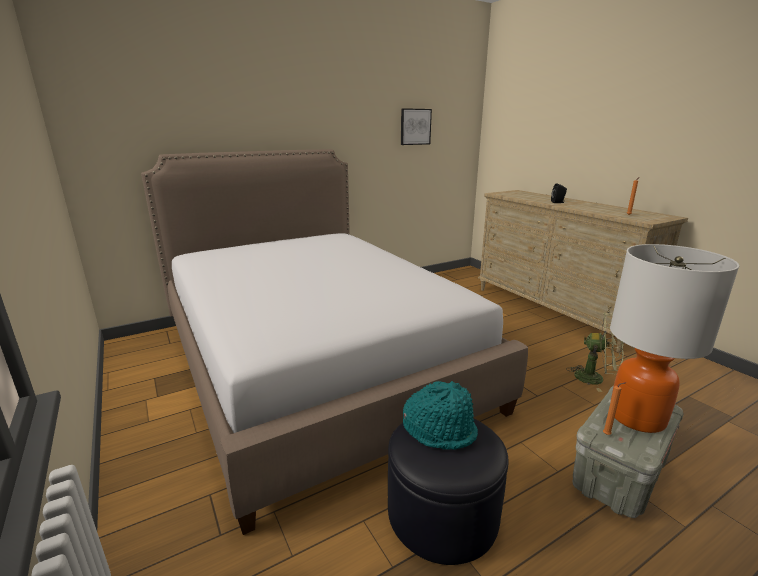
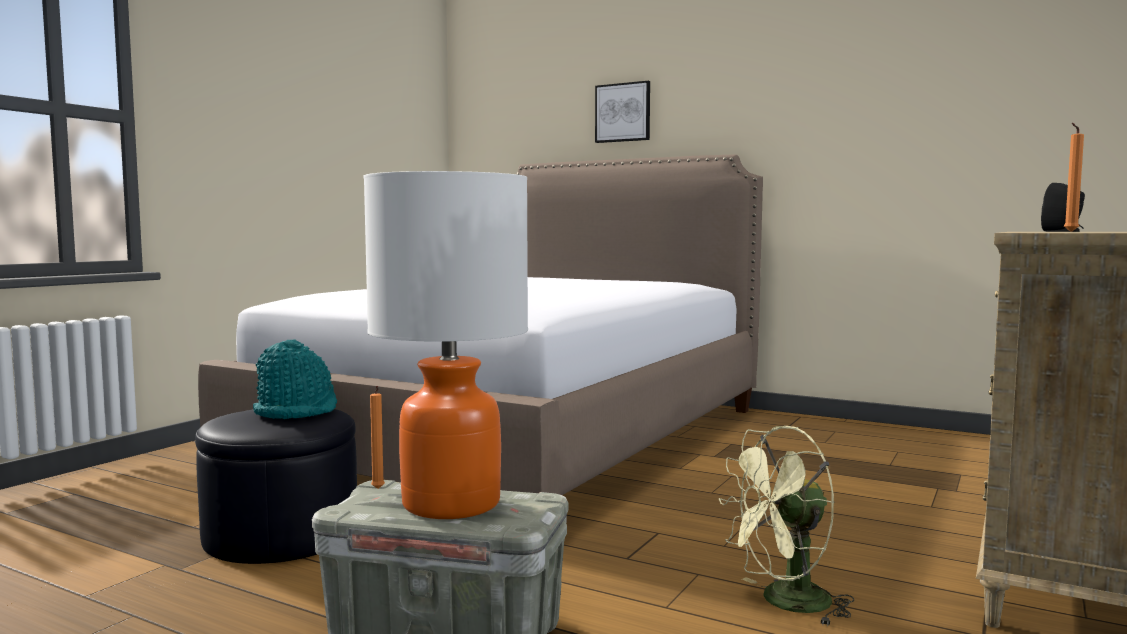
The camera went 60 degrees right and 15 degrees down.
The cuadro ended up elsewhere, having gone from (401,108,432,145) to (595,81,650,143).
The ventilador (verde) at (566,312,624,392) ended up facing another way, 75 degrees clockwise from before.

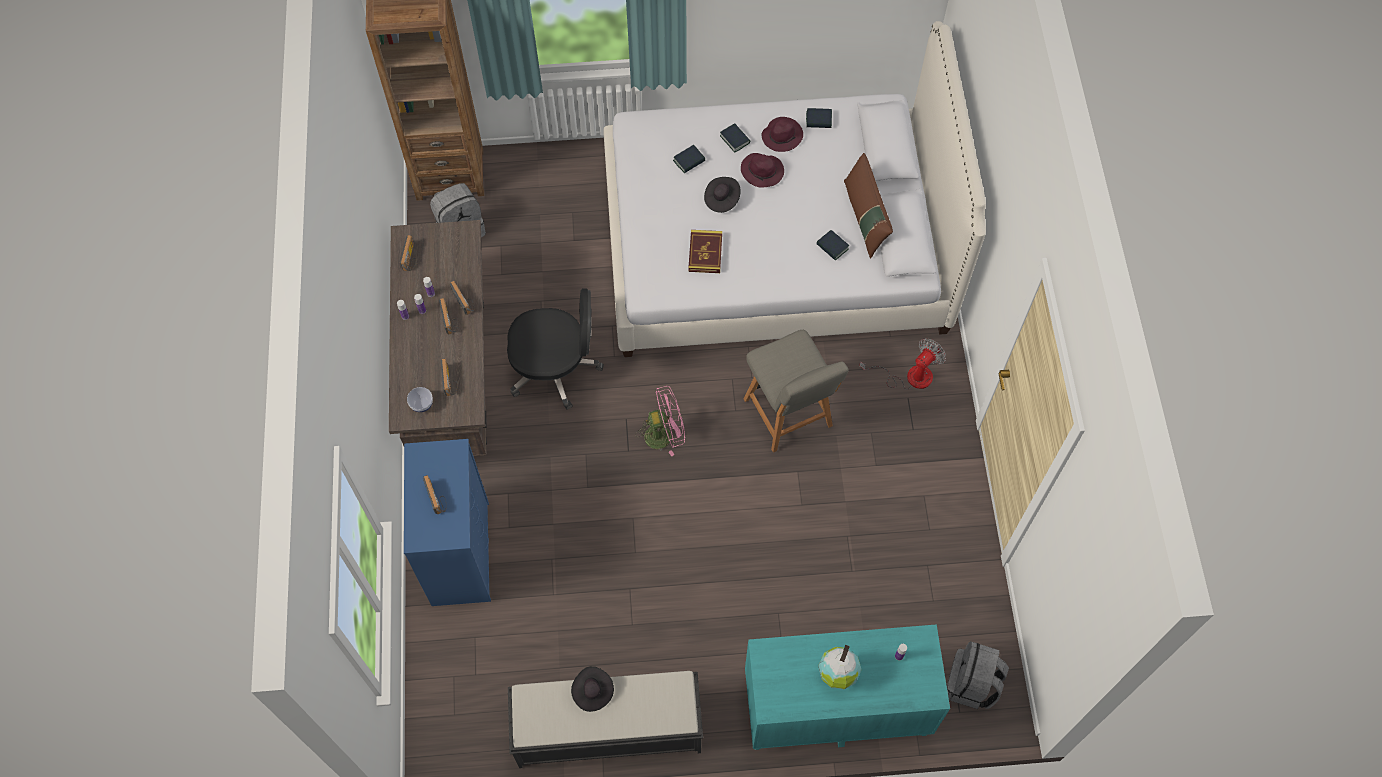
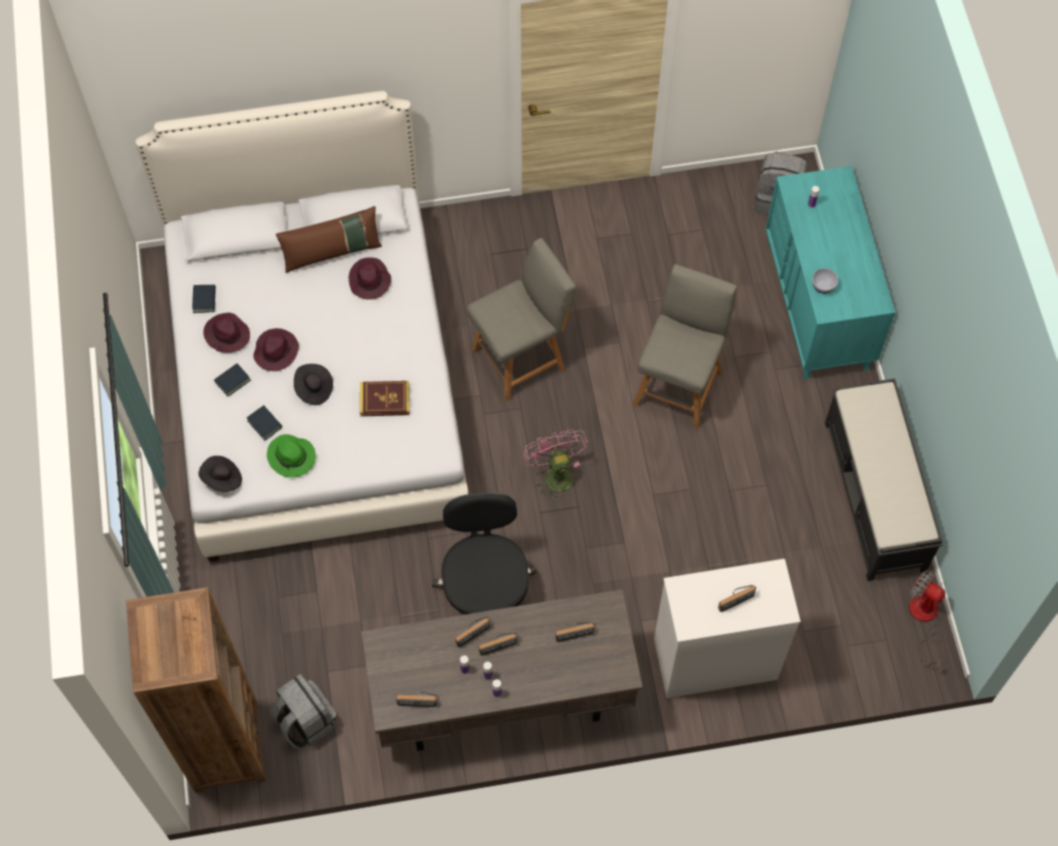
The camera went 95 degrees left and 0 degrees up.
What was the cómoda (azul) at (404,439,491,606) turned into the cómoda (blanco) at (654,559,801,698).
The cuenco ended up elsewhere, having gone from (407,387,433,412) to (812,268,838,294).
The sombrero (negro) ended up elsewhere, having gone from (571,666,614,712) to (199,456,242,492).
Where the libro stood at (816,230,849,261), the sombrero (morado) came to stand at (348,257,391,300).
The second view lost the globo terráqueo at (818,645,861,690).
The ventilador ended up elsewhere, having gone from (859,338,946,390) to (909,569,945,668).
The second view gained the sombrero (verde) at (267,434,316,478).
The second view gained the silla (gris) at (633,264,737,429).

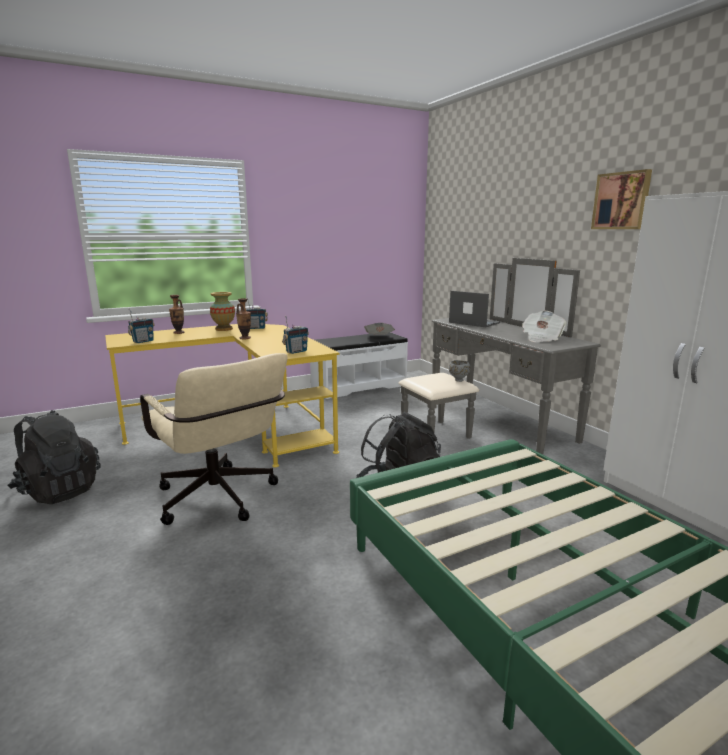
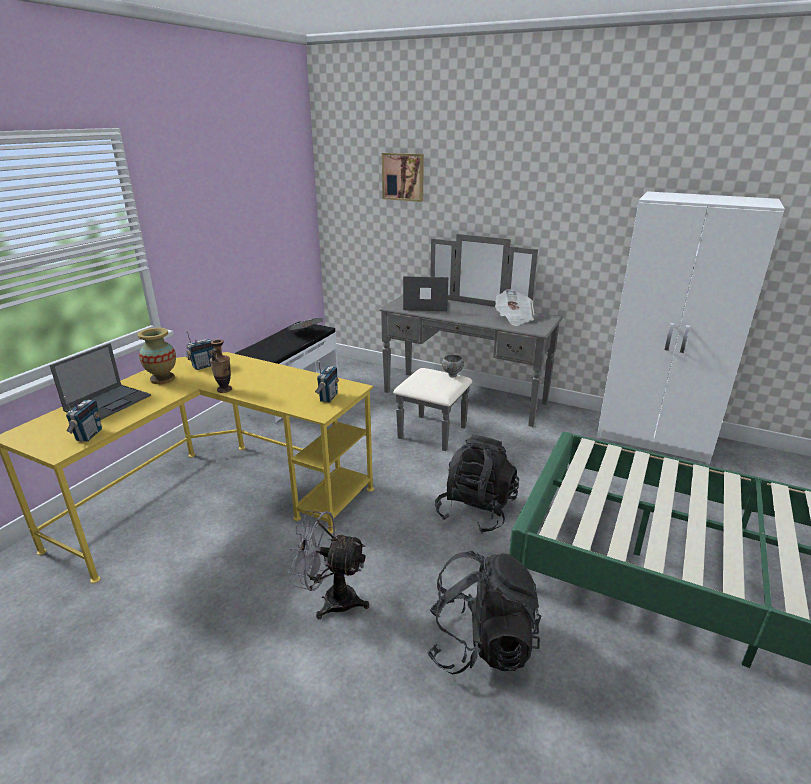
The camera went 35 degrees left and 10 degrees up.
The mochila (negro) ended up elsewhere, having gone from (7,410,101,504) to (427,551,541,674).
Where the silla de oficina (beis) stood at (140,353,287,525), the ventilador (gris) came to stand at (287,511,369,619).
Where the florero stood at (169,295,185,334), the portátil came to stand at (49,343,151,420).
The cuadro ended up elsewhere, having gone from (591,169,652,229) to (382,153,424,202).

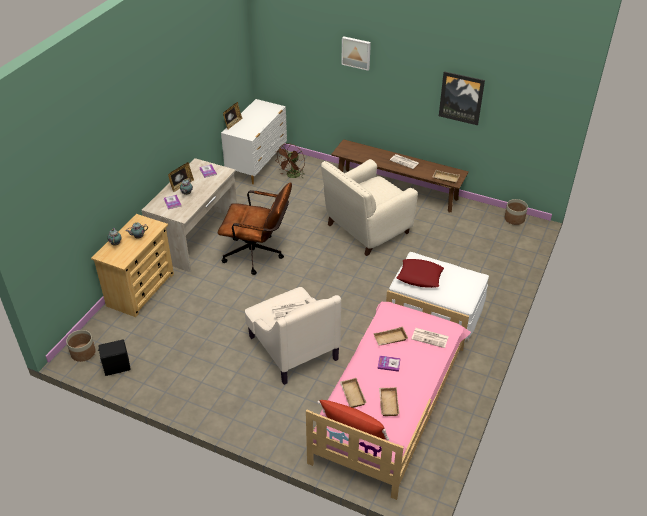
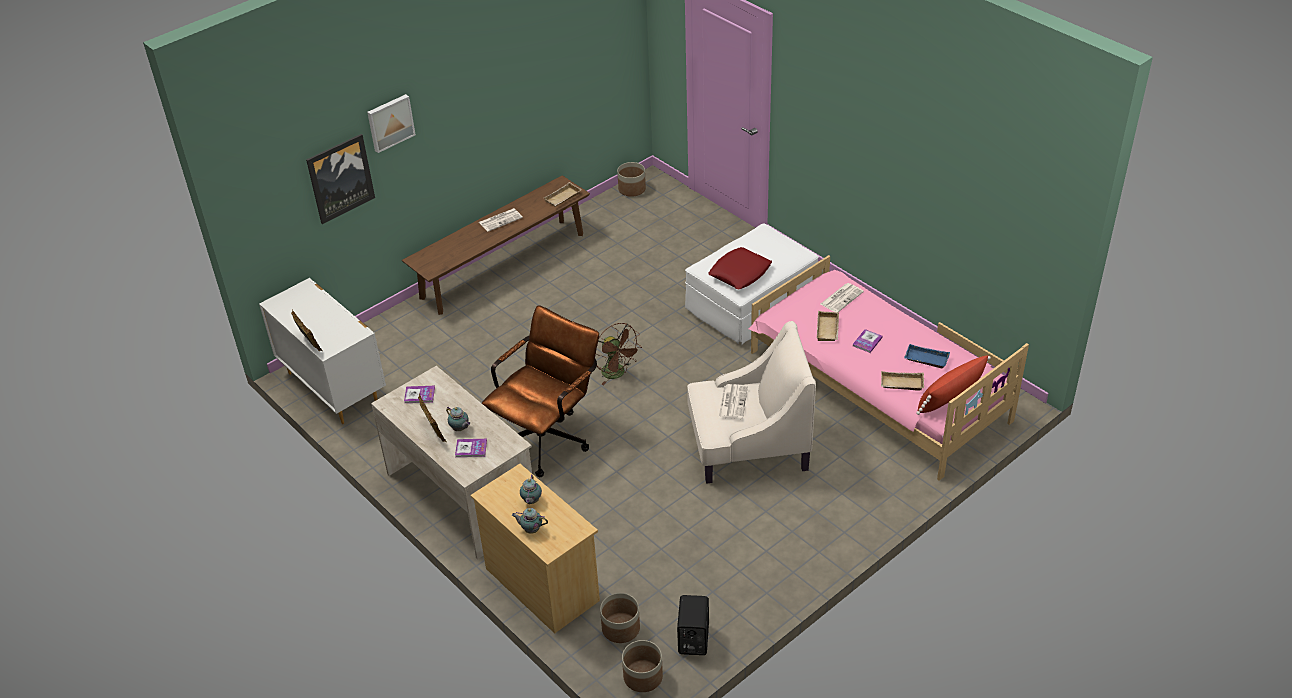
The camera went 65 degrees left and 0 degrees up.
The ventilador (marrón) ended up elsewhere, having gone from (275,143,305,179) to (597,323,642,385).
The second view lost the sillón (beis) at (321,159,418,256).
What was the bandeja (beis) at (379,387,400,416) turned into the bandeja (azul) at (904,344,950,368).
The cuadro ended up elsewhere, having gone from (439,71,485,125) to (306,134,375,224).
The second view gained the maceta at (600,593,640,643).

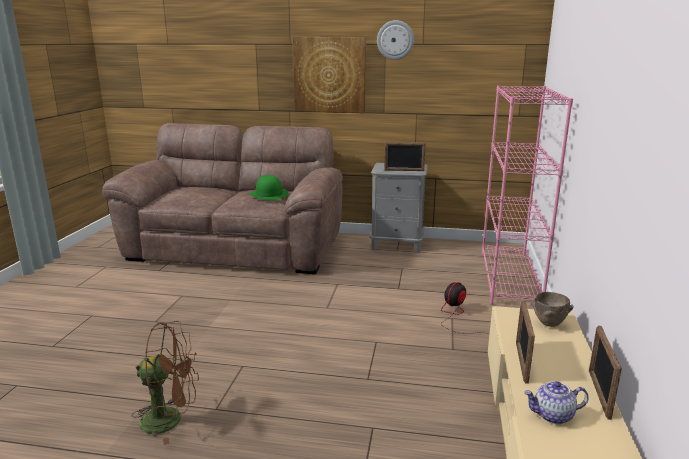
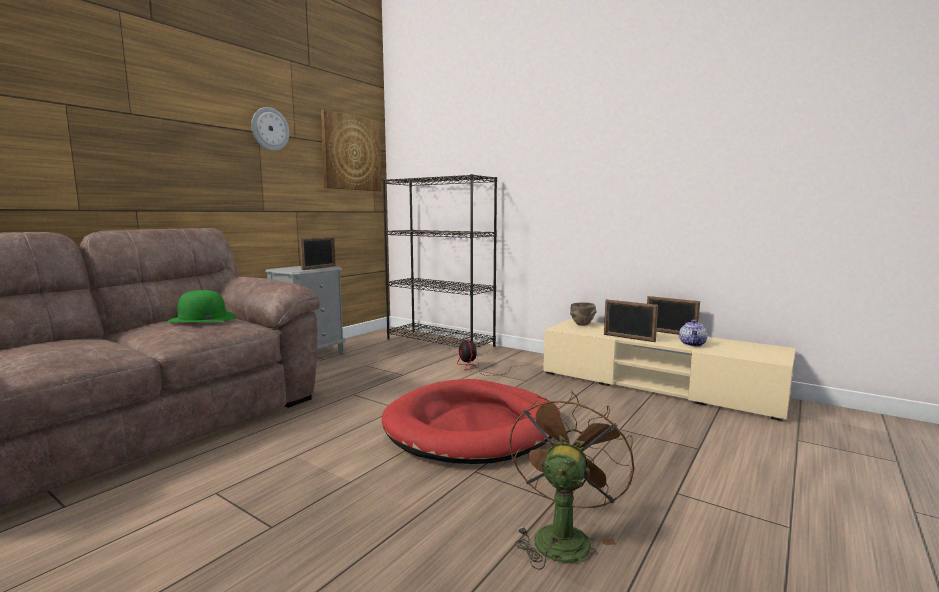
The camera went 65 degrees left and 10 degrees down.
The cuadro ended up elsewhere, having gone from (293,37,366,113) to (321,109,381,191).
What was the estantería (rosa) at (482,85,573,304) turned into the estantería (negro) at (382,174,497,348).
The second view gained the cama para perro (rojo) at (382,379,561,464).

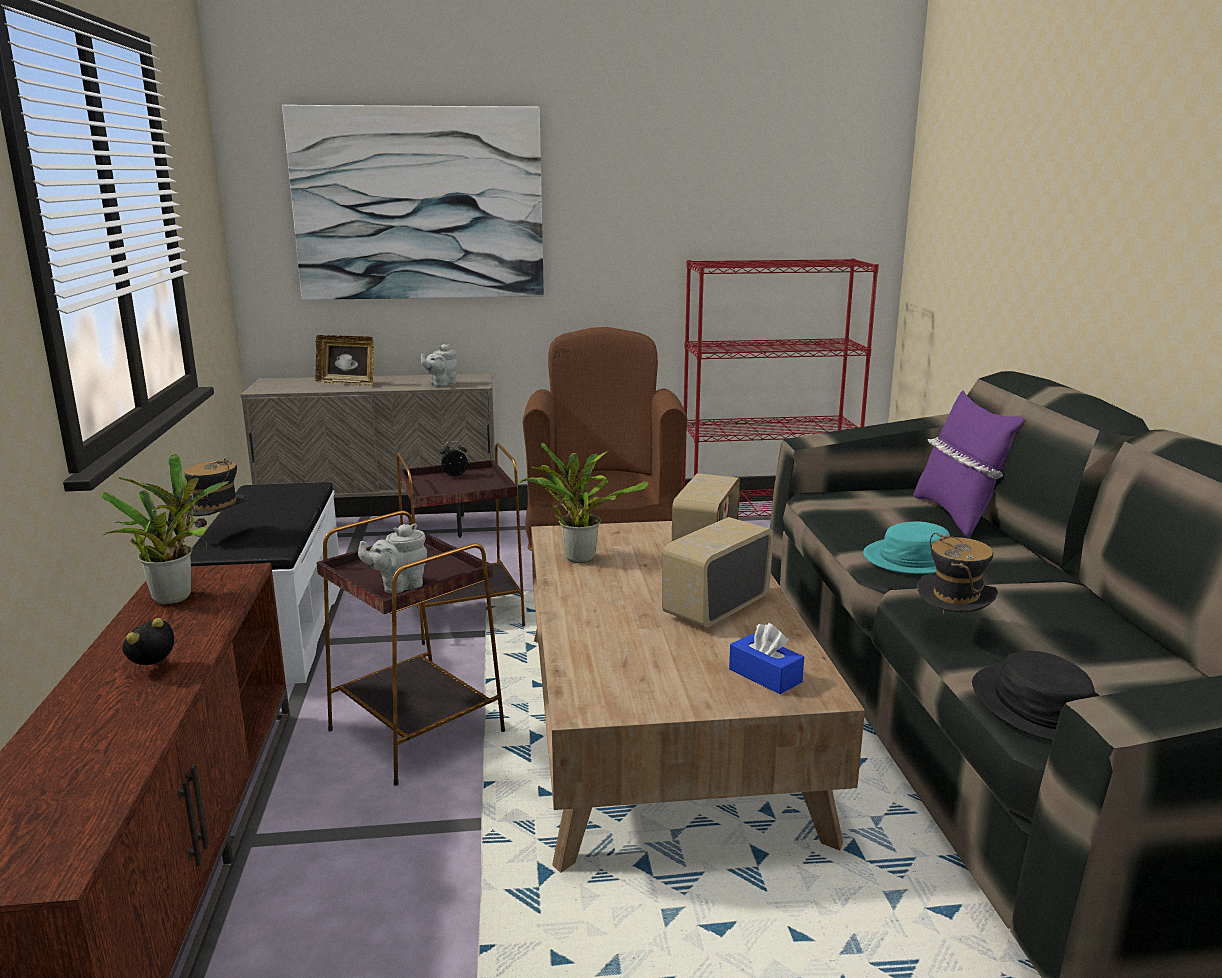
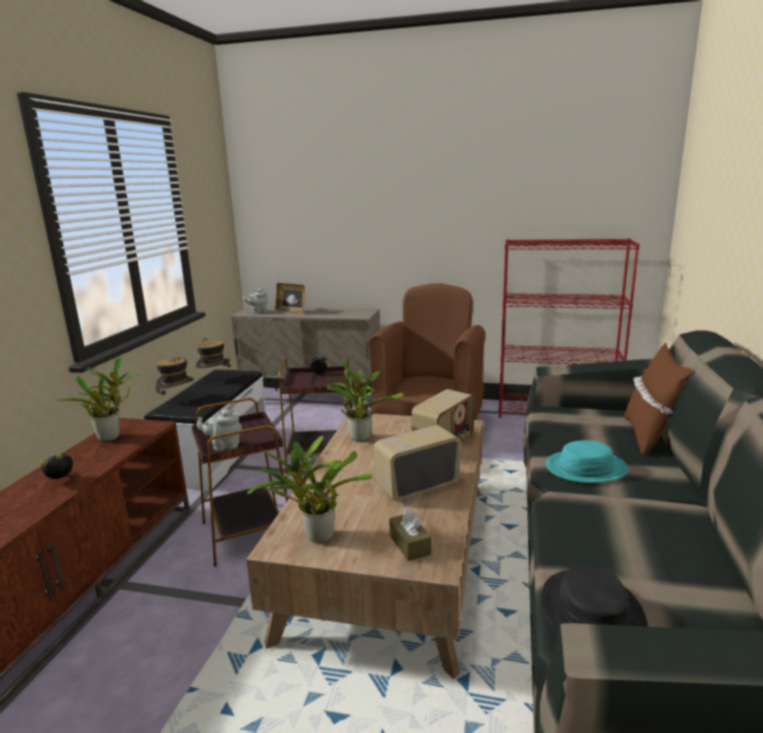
The camera went 20 degrees right and 0 degrees up.
The second view lost the cuadro at (282,105,544,300).
The tetera (gris) ended up elsewhere, having gone from (421,344,458,387) to (243,289,268,314).
What was the caja de pañuelos (azul) at (729,623,804,694) turned into the caja de pañuelos (marrón) at (389,508,431,561).
What was the cojín (morado) at (913,391,1024,538) turned into the cojín (marrón) at (625,343,692,456).
The sombrero ended up elsewhere, having gone from (917,533,998,614) to (196,338,231,370).
The second view gained the planta en maceta at (247,436,373,543).

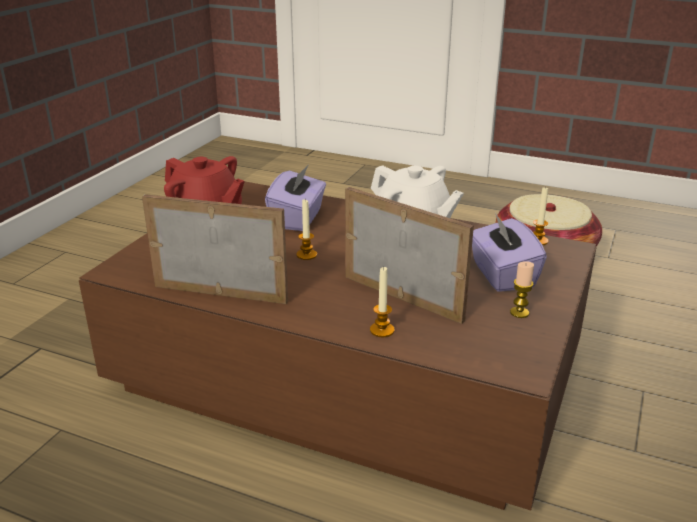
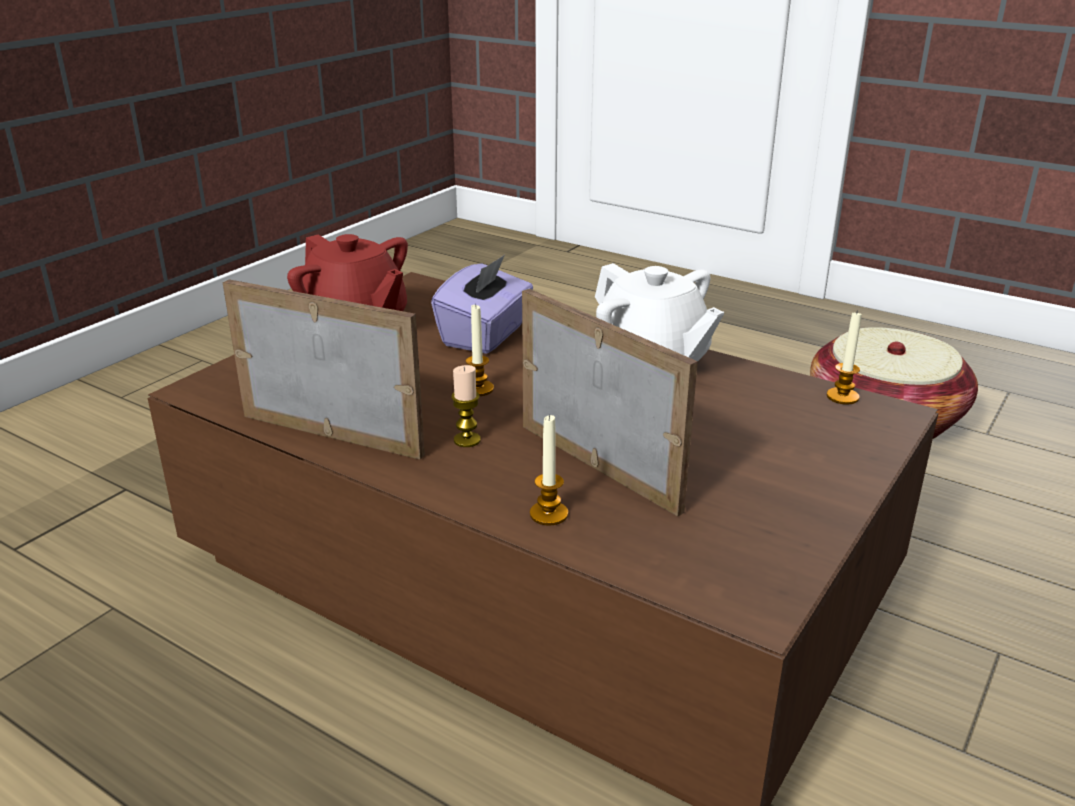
The camera went 10 degrees right and 0 degrees up.
The second view lost the caja de pañuelos (morado) at (472,214,547,292).
The vela ended up elsewhere, having gone from (510,261,534,318) to (451,365,481,447).

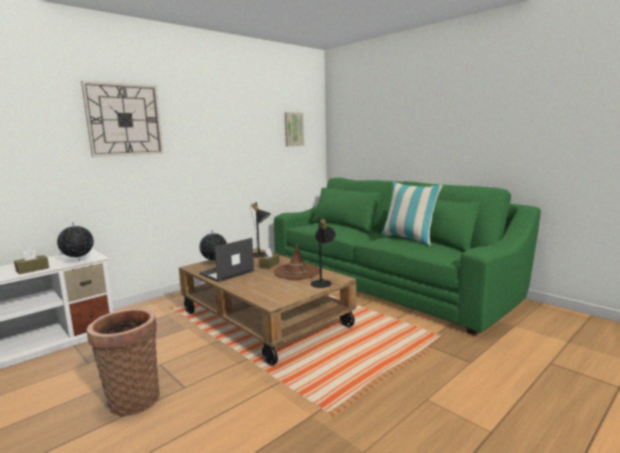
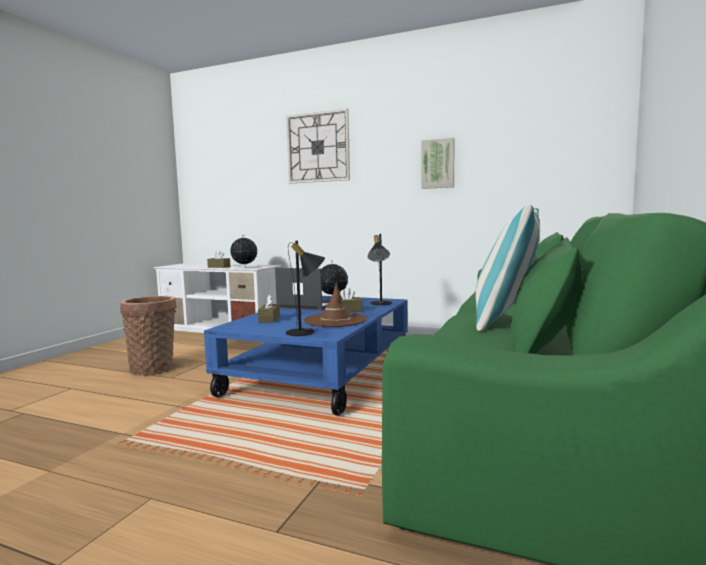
The camera went 65 degrees right and 5 degrees down.
What was the mesa de centro (marrón) at (179,248,356,366) turned into the mesa de centro (azul) at (204,296,407,416).
The cuadro ended up elsewhere, having gone from (284,112,304,146) to (422,138,455,189).
The second view gained the caja de pañuelos (marrón) at (258,294,280,323).

